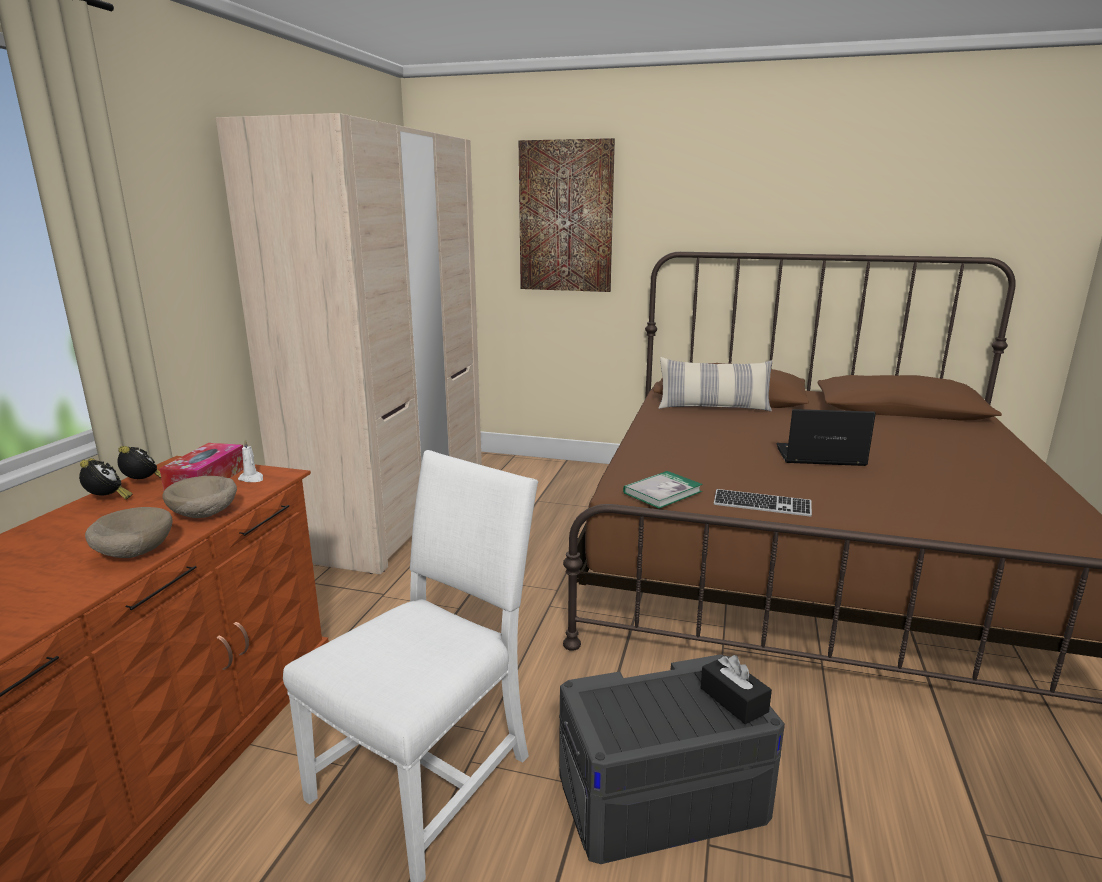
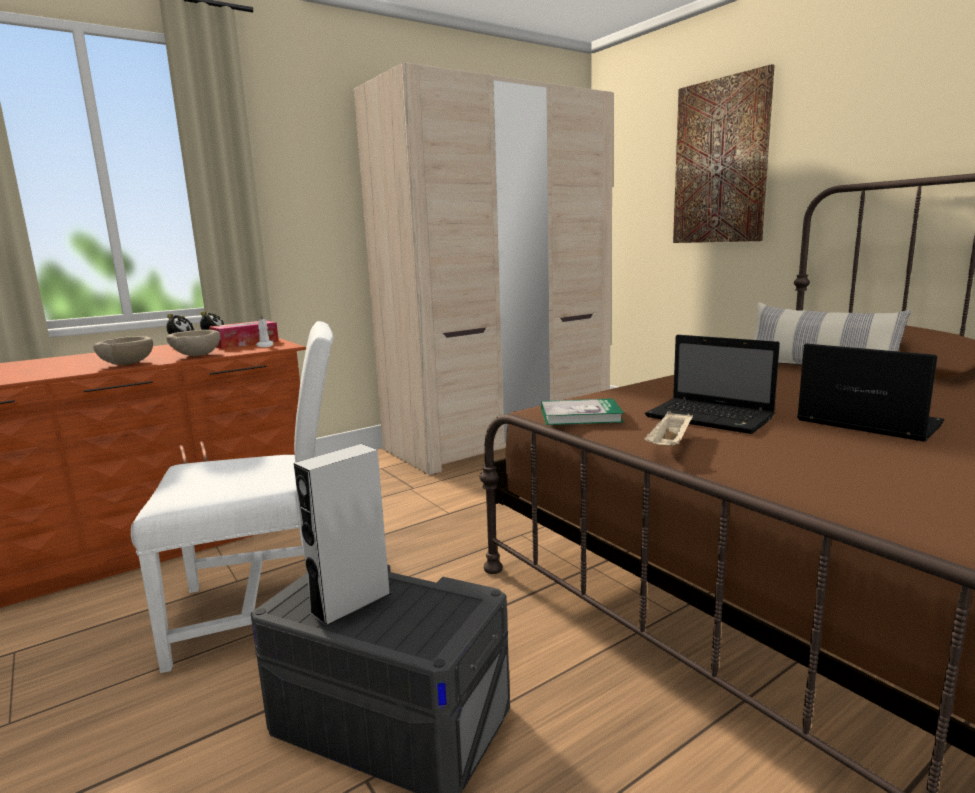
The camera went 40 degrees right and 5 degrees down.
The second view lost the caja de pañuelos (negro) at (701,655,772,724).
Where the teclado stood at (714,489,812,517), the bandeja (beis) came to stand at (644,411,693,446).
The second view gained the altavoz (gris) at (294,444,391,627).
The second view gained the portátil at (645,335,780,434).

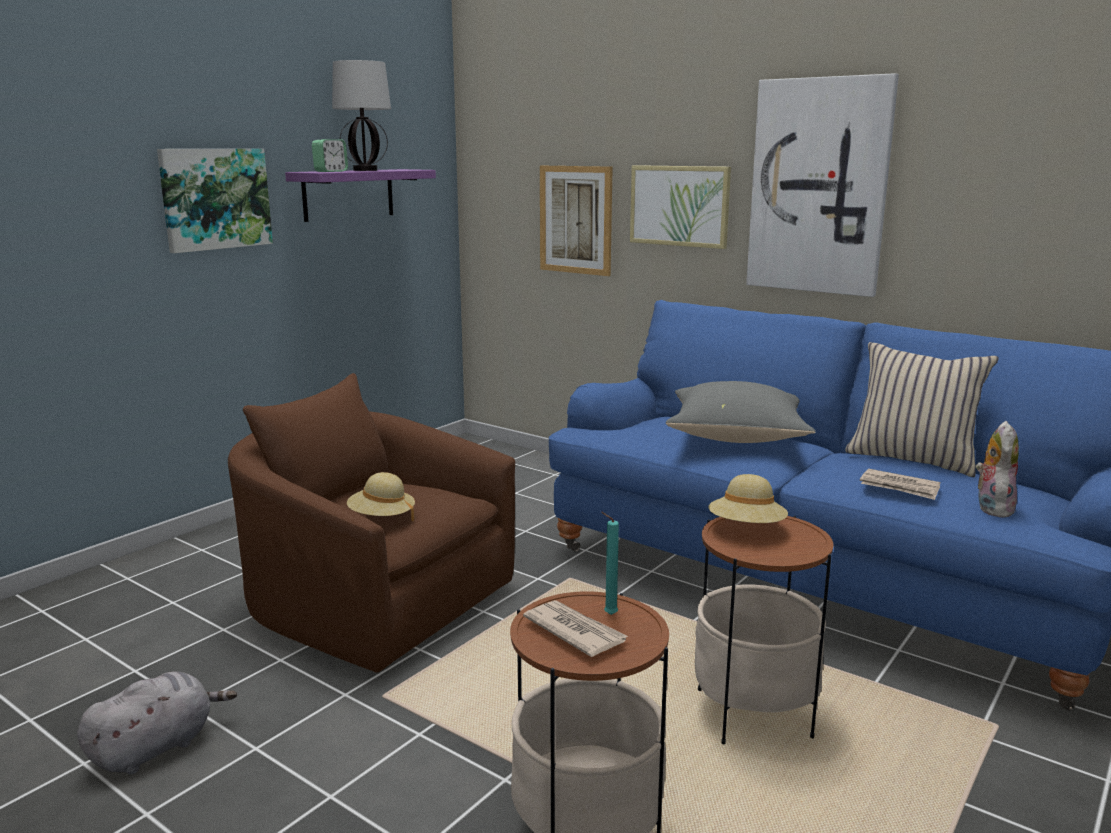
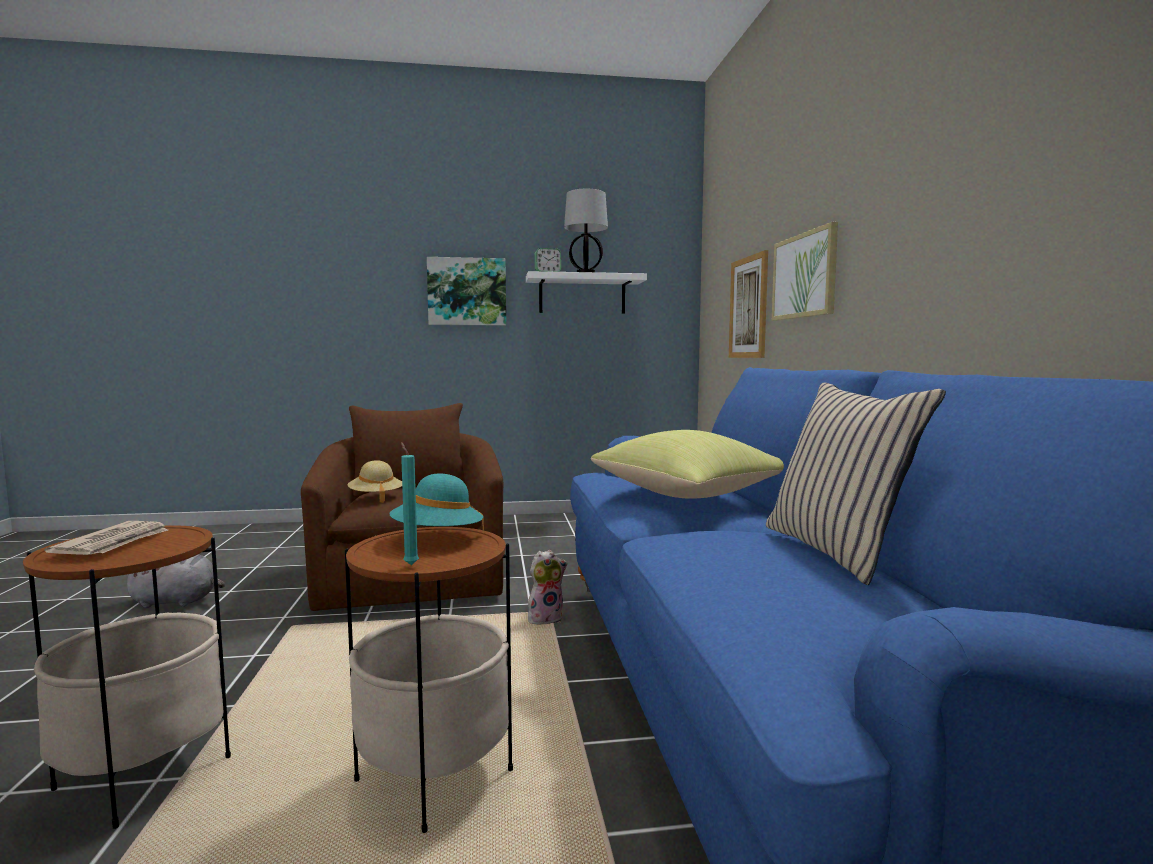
The camera went 45 degrees right and 10 degrees down.
What was the estante (morado) at (285,169,436,222) turned into the estante (blanco) at (526,271,647,314).
The vela (turquesa) ended up elsewhere, having gone from (601,512,619,615) to (401,442,419,565).
What was the cojín (gris) at (666,381,816,443) turned into the cojín (amarillo) at (591,430,784,499).
What was the sombrero (beis) at (708,474,788,523) turned into the sombrero (turquesa) at (389,474,484,534).
The second view lost the cuadro at (746,73,899,297).
The second view lost the periódico at (860,469,940,500).
The peluche ended up elsewhere, having gone from (976,421,1019,518) to (528,550,568,624).

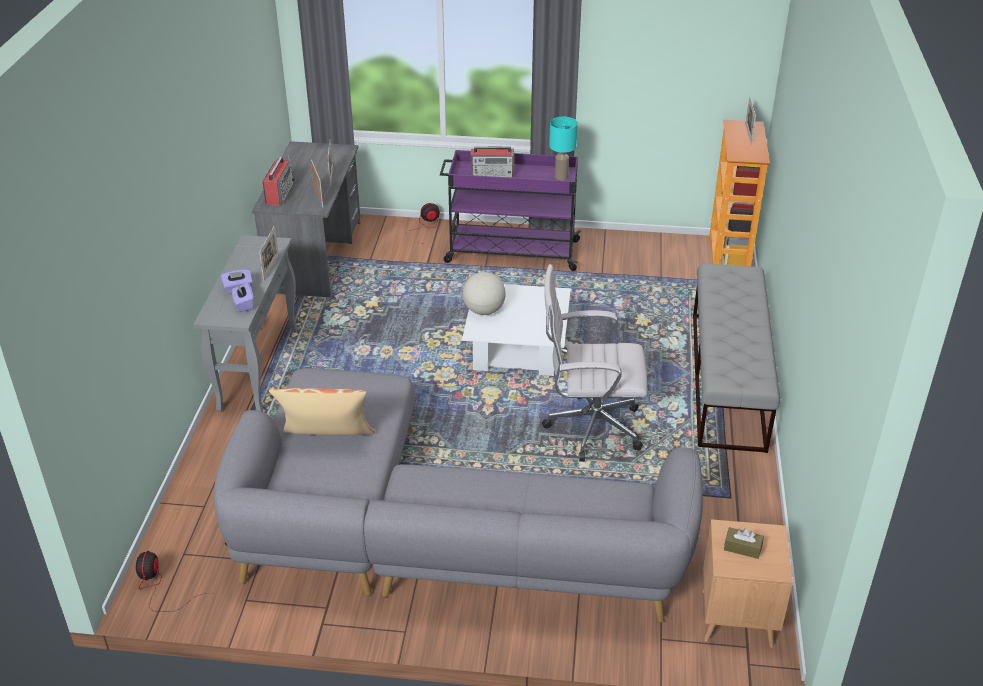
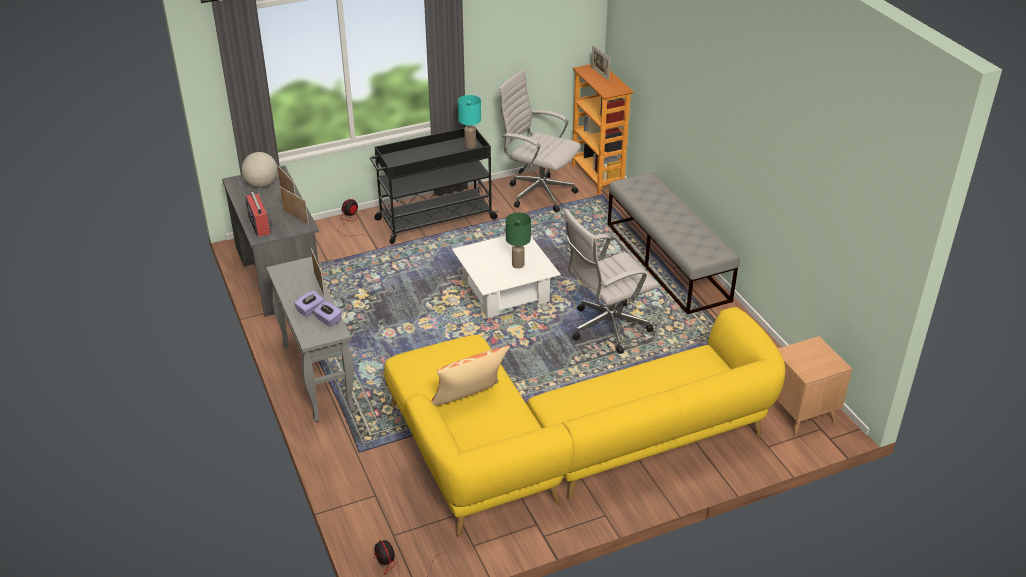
The camera went 30 degrees left and 0 degrees up.
What was the sofá (gris) at (214,368,703,622) turned into the sofá (amarillo) at (384,307,785,536).
What was the carrito (morado) at (440,150,582,271) turned into the carrito (negro) at (369,126,499,244).
The globo terráqueo ended up elsewhere, having gone from (463,272,506,315) to (241,152,278,187).
The second view lost the radio at (471,146,514,178).
The second view lost the caja de pañuelos (marrón) at (724,527,764,559).
The second view gained the silla de oficina (blanco) at (498,70,581,212).
The second view gained the lámpara de mesa (verde) at (506,212,531,269).

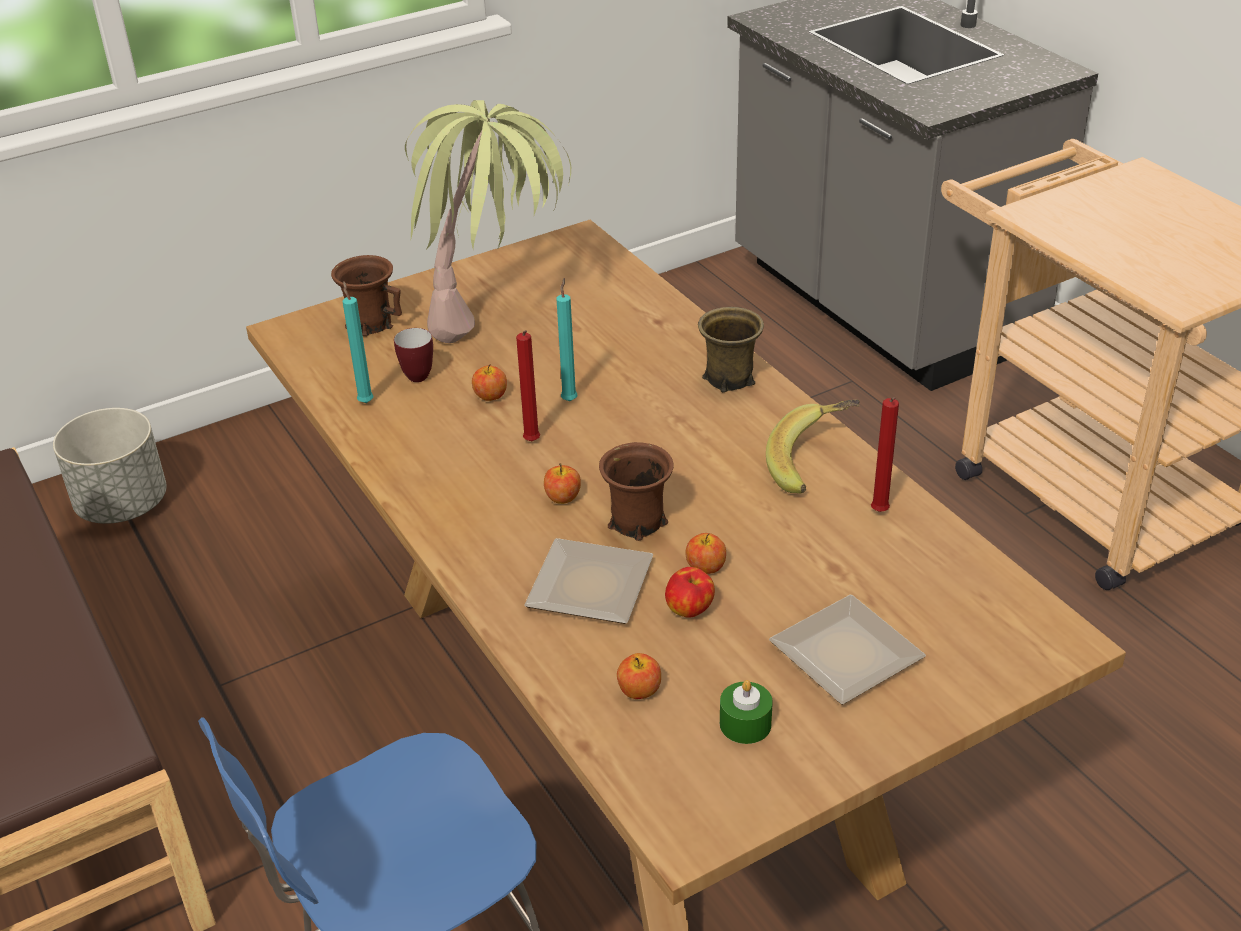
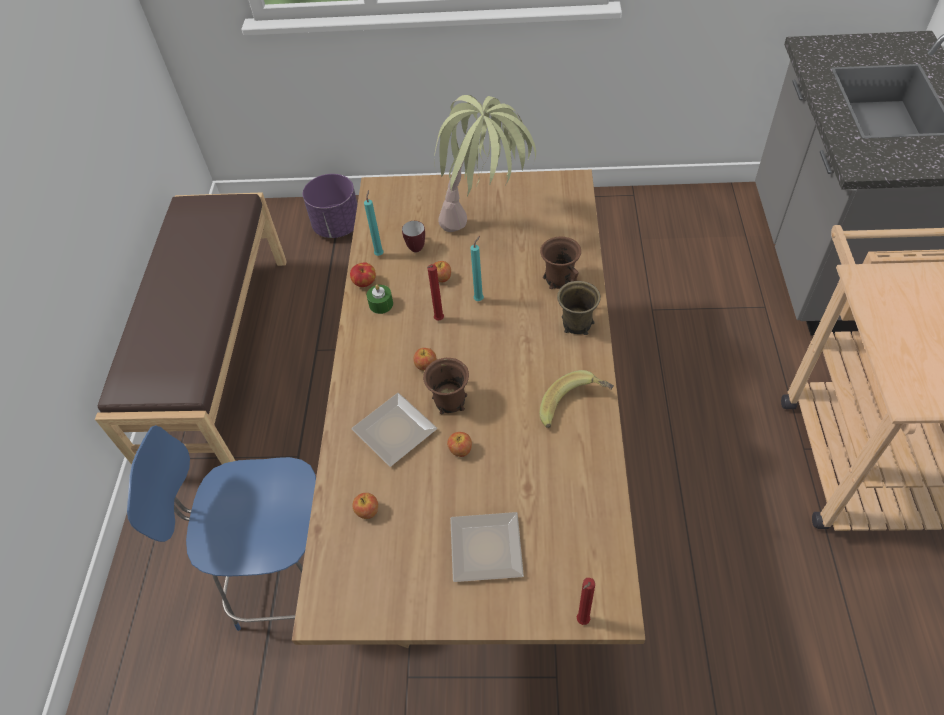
The camera went 35 degrees right and 15 degrees up.
What was the maceta (gris) at (53,408,167,524) turned into the maceta (morado) at (303,174,357,238).
The taza grande (marrón) ended up elsewhere, having gone from (331,255,402,336) to (540,236,581,289).
The manzana ended up elsewhere, having gone from (665,567,715,618) to (350,262,376,287).
The vela (verde) ended up elsewhere, having gone from (720,680,773,744) to (367,285,393,314).
The vela (rojo) ended up elsewhere, having gone from (871,397,899,512) to (577,578,595,625).

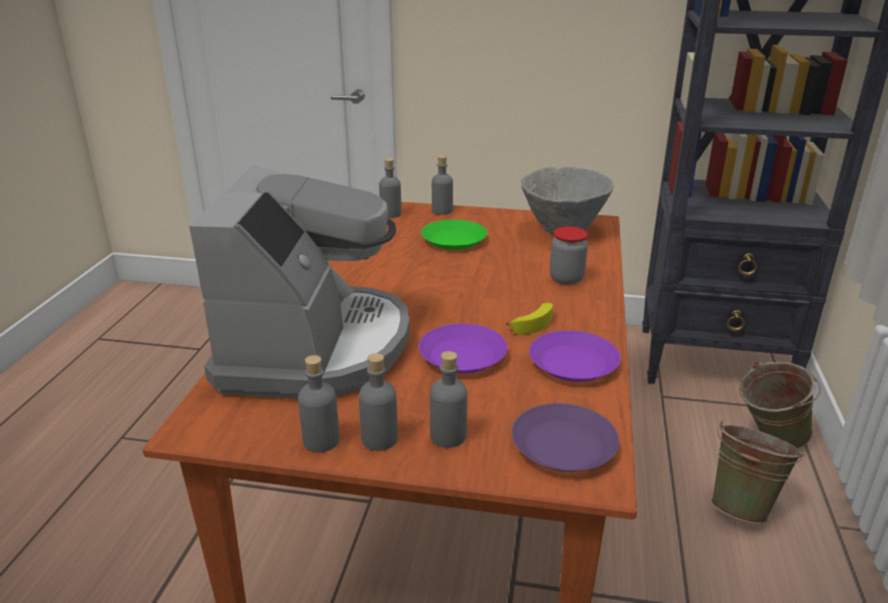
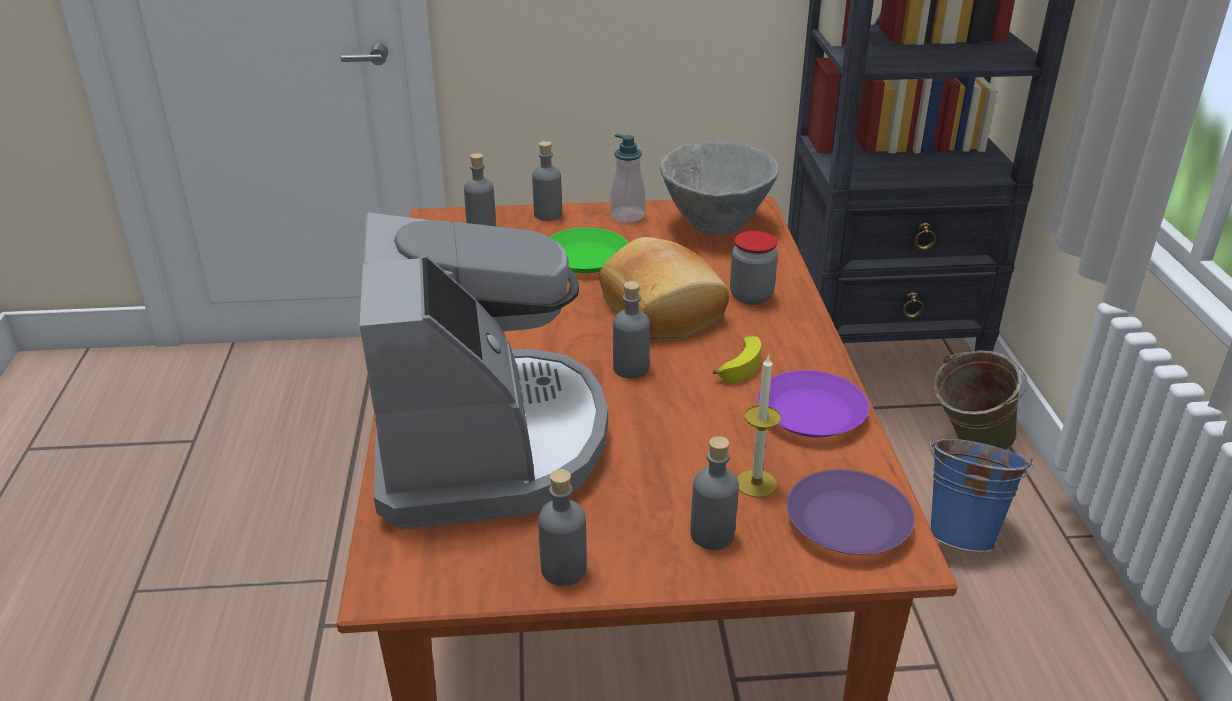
The camera went 15 degrees left and 5 degrees up.
The botella (gris) ended up elsewhere, having gone from (359,353,398,451) to (613,281,650,378).
The second view lost the plato (morado) at (419,324,507,374).
What was the cubo (verde) at (711,420,806,524) turned into the cubo (azul) at (930,437,1033,552).
The second view gained the pan at (599,237,729,340).
The second view gained the dispensador de jabón at (610,134,646,223).
The second view gained the vela at (737,354,781,498).

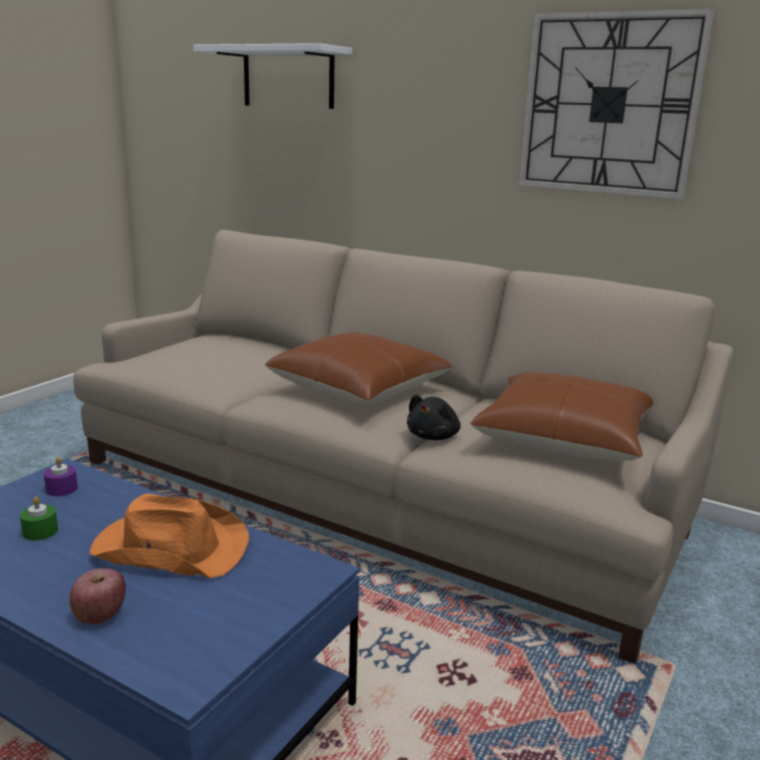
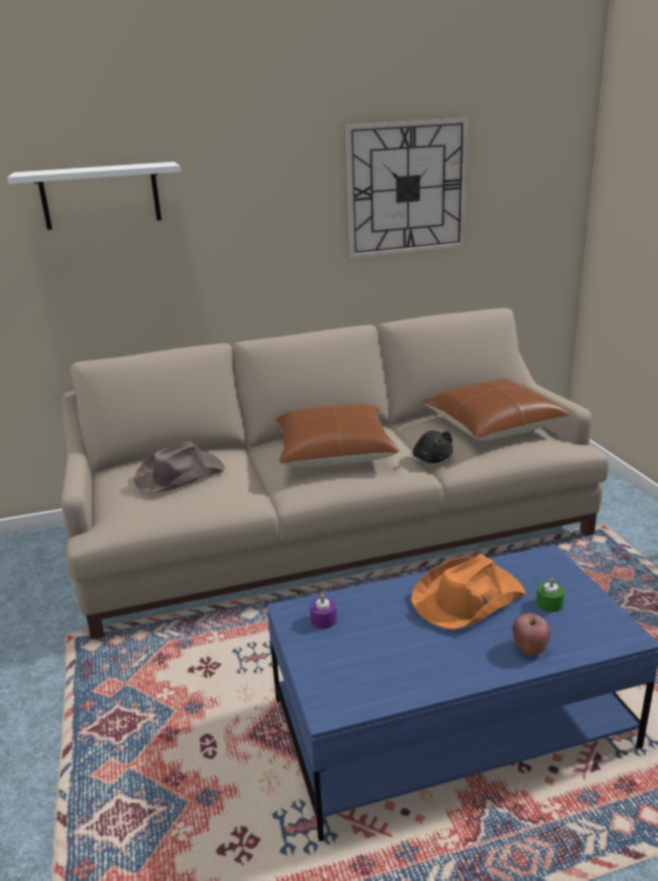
The camera went 45 degrees left and 5 degrees up.
The vela (verde) ended up elsewhere, having gone from (20,497,58,541) to (536,578,565,612).
The second view gained the sombrero (marrón) at (134,442,225,493).

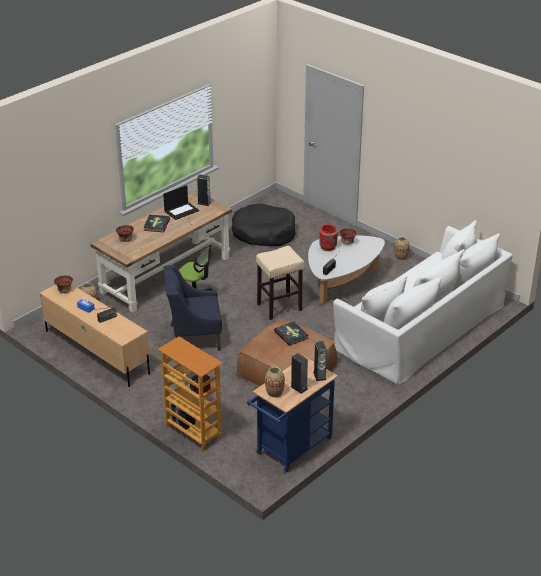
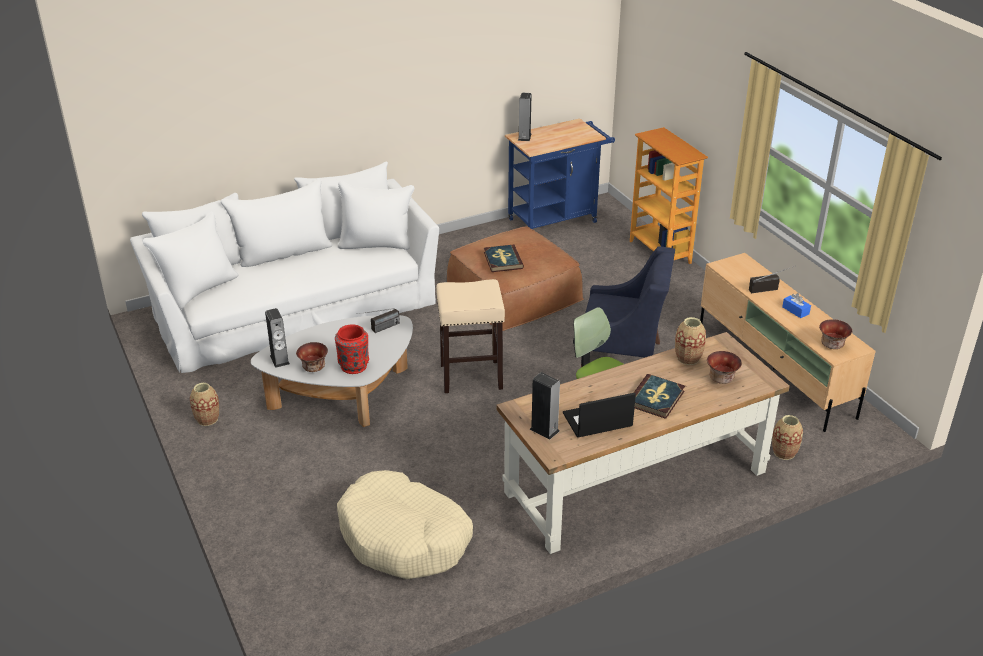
The camera went 160 degrees left and 0 degrees up.
What was the cama para perro (negro) at (231,204,295,246) turned into the cama para perro (beis) at (337,470,473,579).
The florero ended up elsewhere, having gone from (265,366,285,398) to (675,317,706,365).
The altavoz ended up elsewhere, having gone from (290,353,308,394) to (265,308,290,368).

